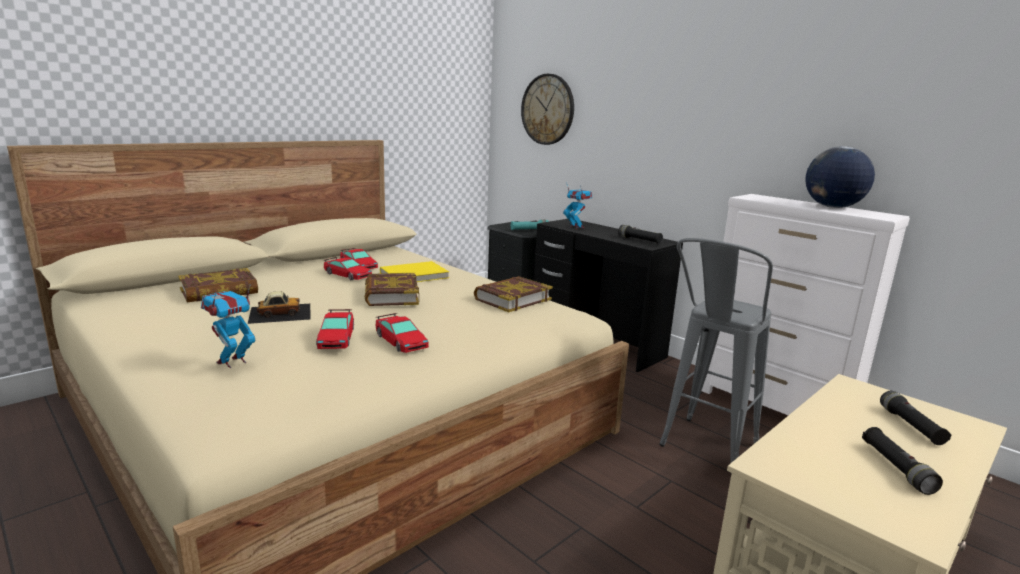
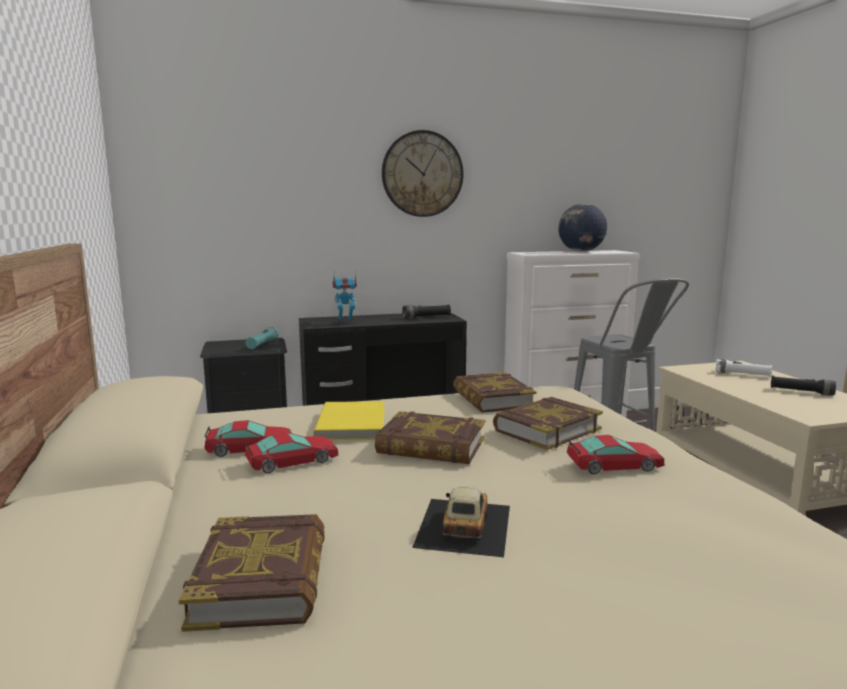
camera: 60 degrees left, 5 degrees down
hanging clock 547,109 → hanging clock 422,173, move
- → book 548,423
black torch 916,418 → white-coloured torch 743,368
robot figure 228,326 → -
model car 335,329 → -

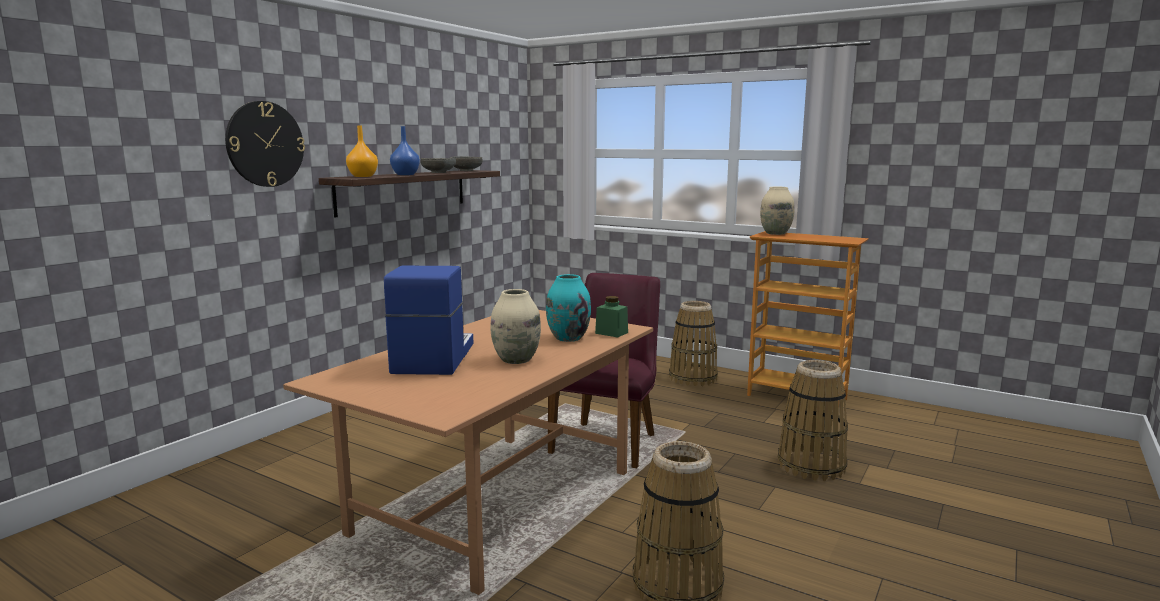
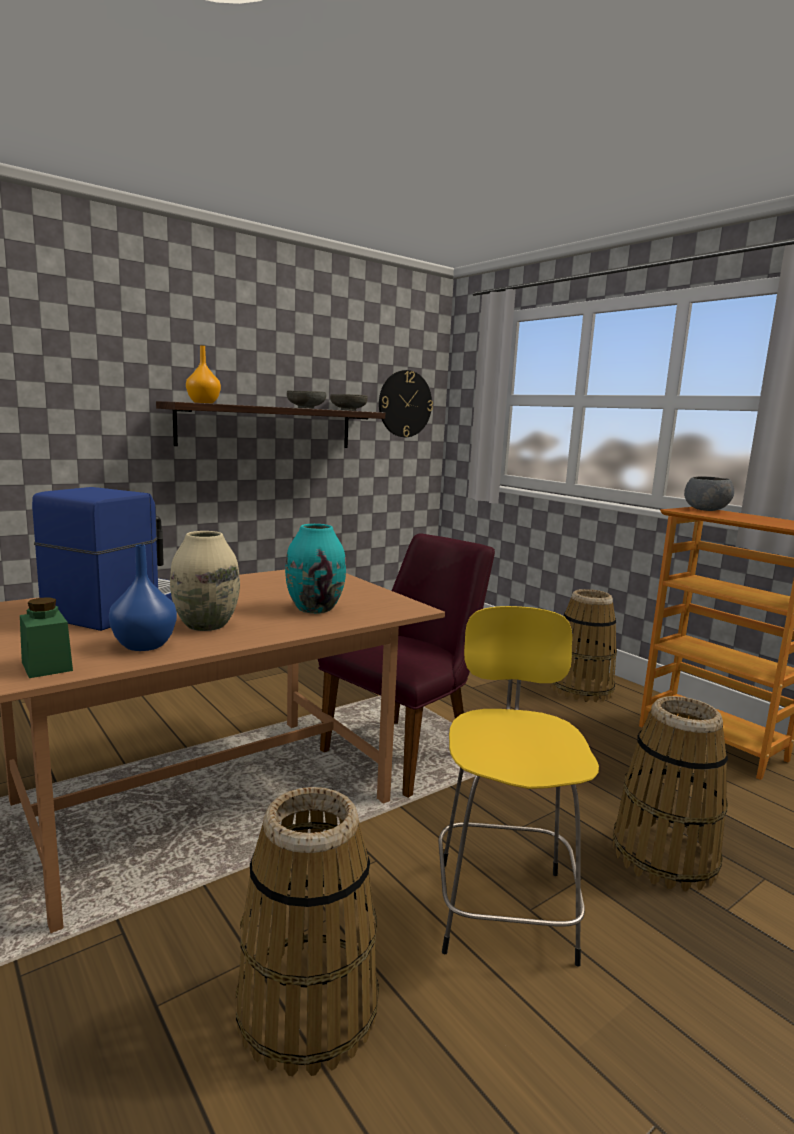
camera: 20 degrees right, 0 degrees up
green storage jar 611,317 → green storage jar 46,638, move
bluish vase 405,150 → bluish vase 143,597, move
hanging clock 265,144 → hanging clock 406,403, move
- → yellowish stool seat 518,786
beige vase 777,211 → grey deep dish 709,493

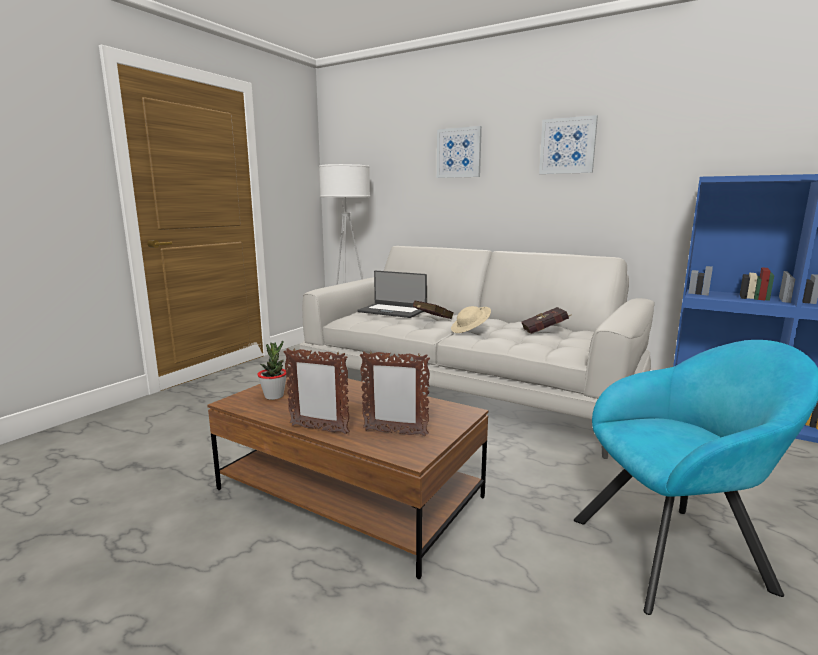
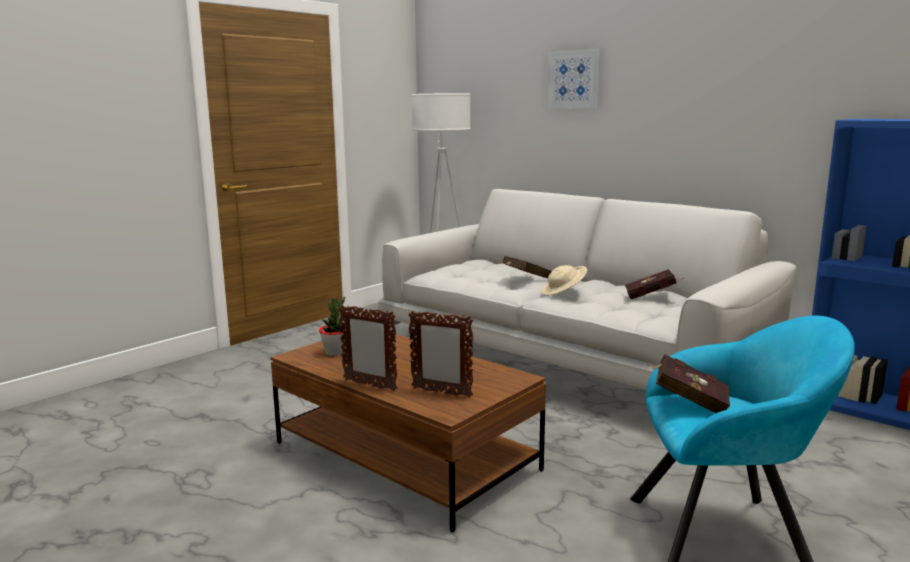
camera: 10 degrees right, 0 degrees up
- → red-coloured book 688,384
notebook computer 392,294 → -
picture 568,144 → -

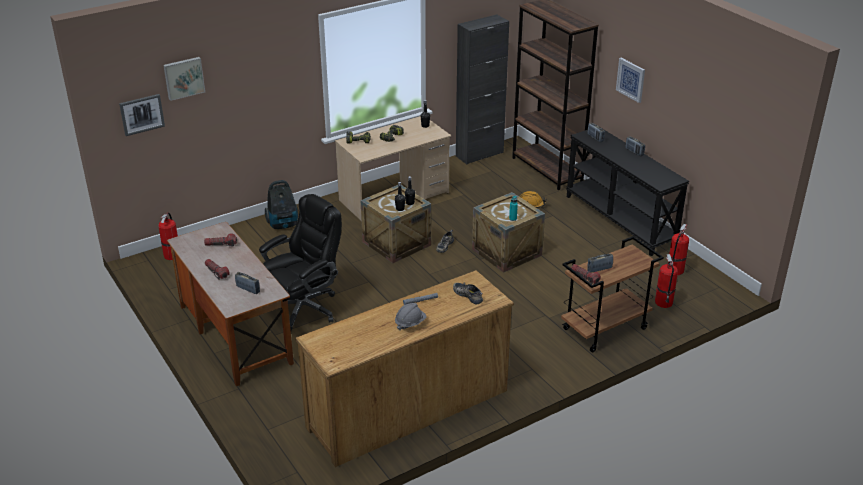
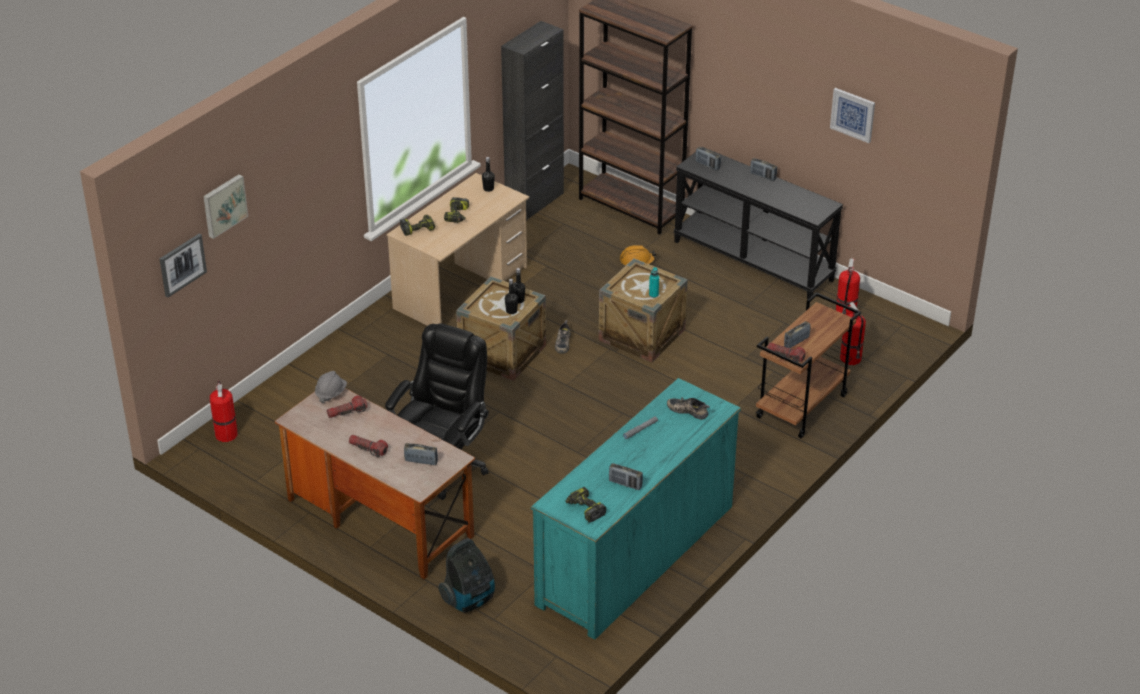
camera: 20 degrees left, 5 degrees up
grey hard hat 411,316 → grey hard hat 331,387, move
hoover 281,204 → hoover 466,575, move
brown-coloured drawer chest 404,368 → turquoise drawer chest 636,509
- → electric drill 586,504
- → radio 626,476
picture 630,80 → picture 852,115, move

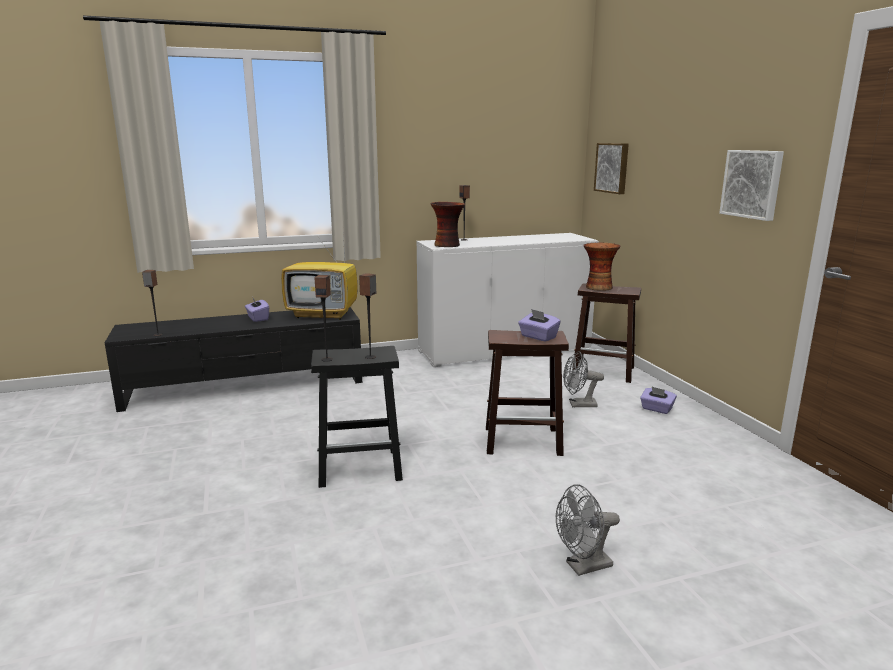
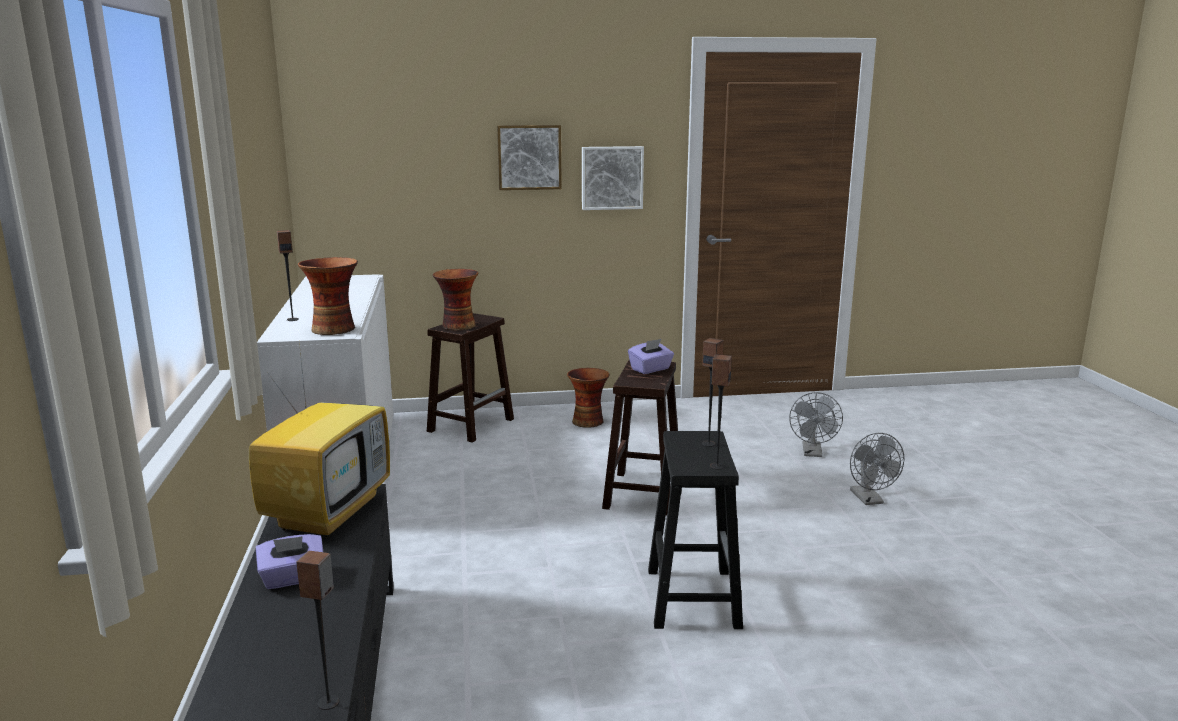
camera: 80 degrees left, 0 degrees up
picture 611,168 → picture 529,157, move
purple-coloured tissue holder 658,400 → vase 588,398
grey cooling fan 583,379 → grey cooling fan 816,424, move

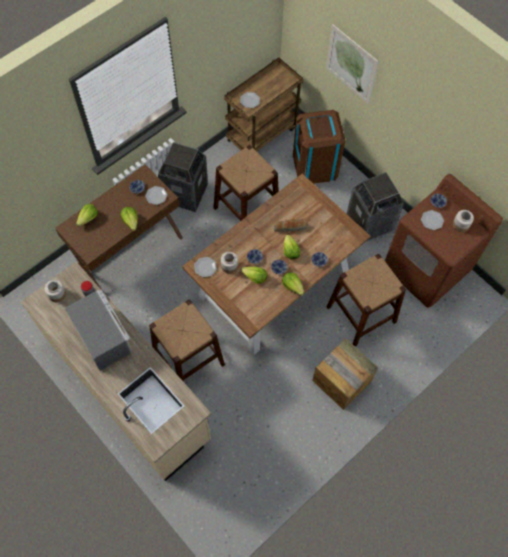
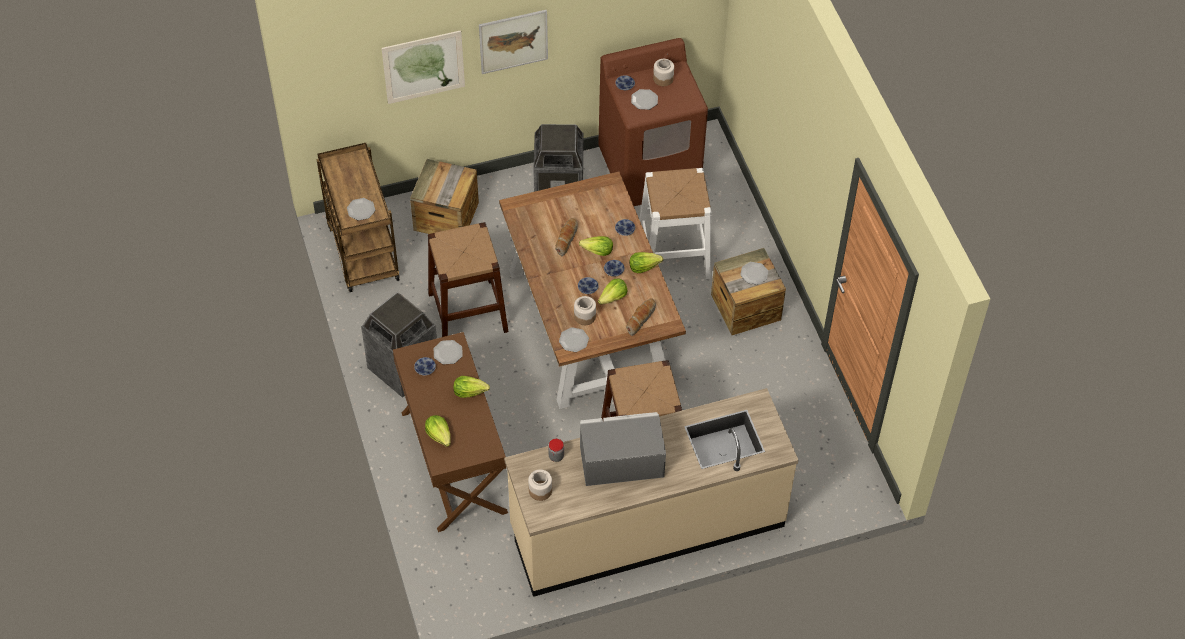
camera: 65 degrees left, 10 degrees down
brown-coloured waste bin 319,147 → shipping crate 444,196
- → picture 513,42
- → bakery bread 641,317
brown-coloured stool seat 366,300 → white-coloured stool seat 675,223
- → flat dish 754,273

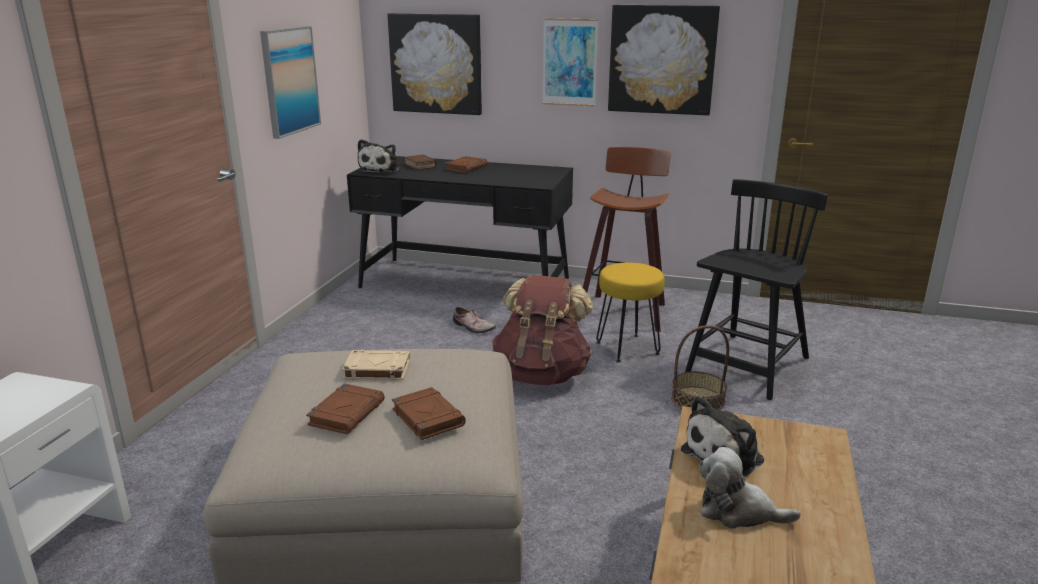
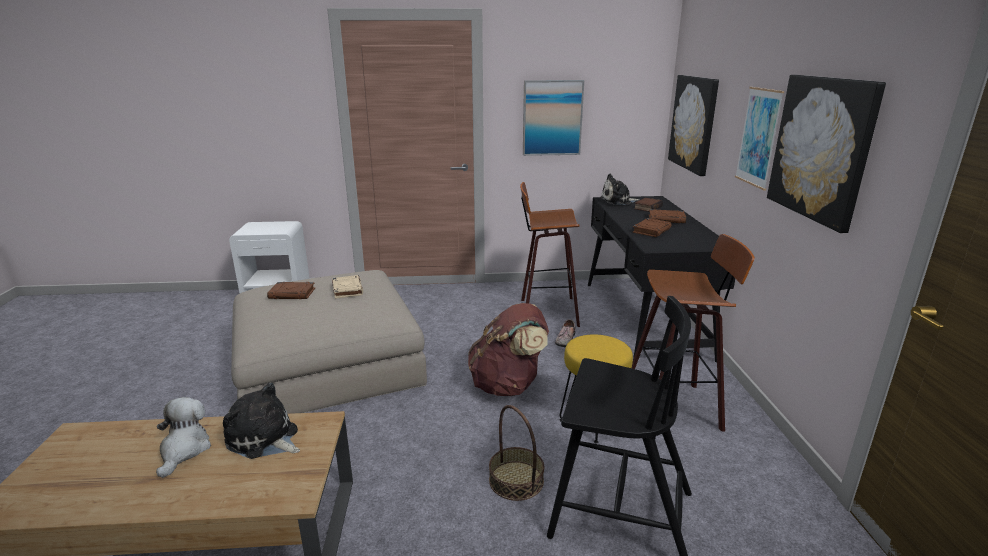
camera: 70 degrees right, 0 degrees up
- → stool seat 550,254
brown-coloured book 429,413 → brown-coloured book 652,227, move

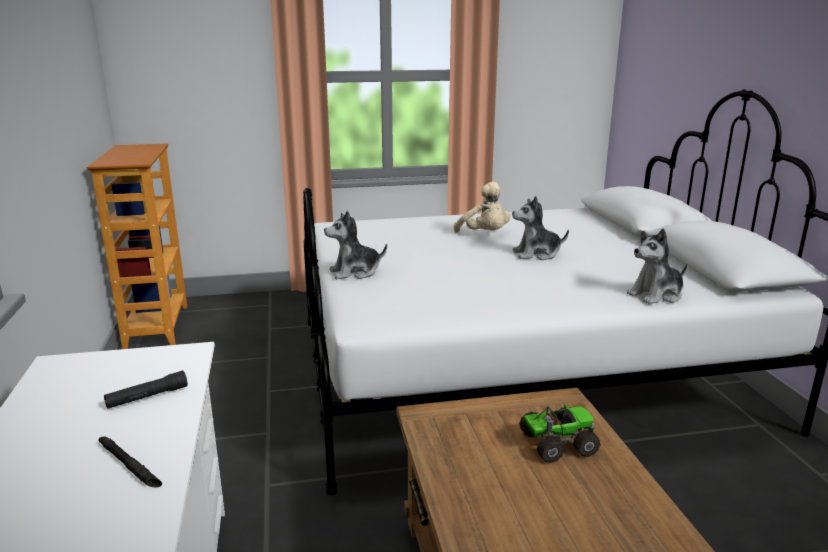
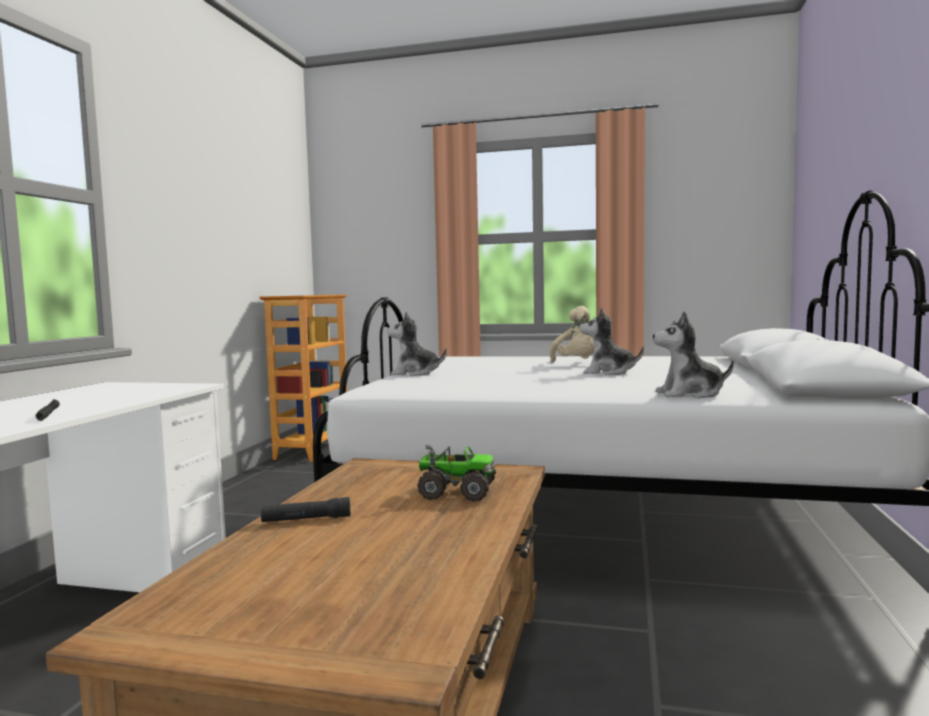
camera: 25 degrees right, 15 degrees down
black torch 146,389 → black torch 306,509, move

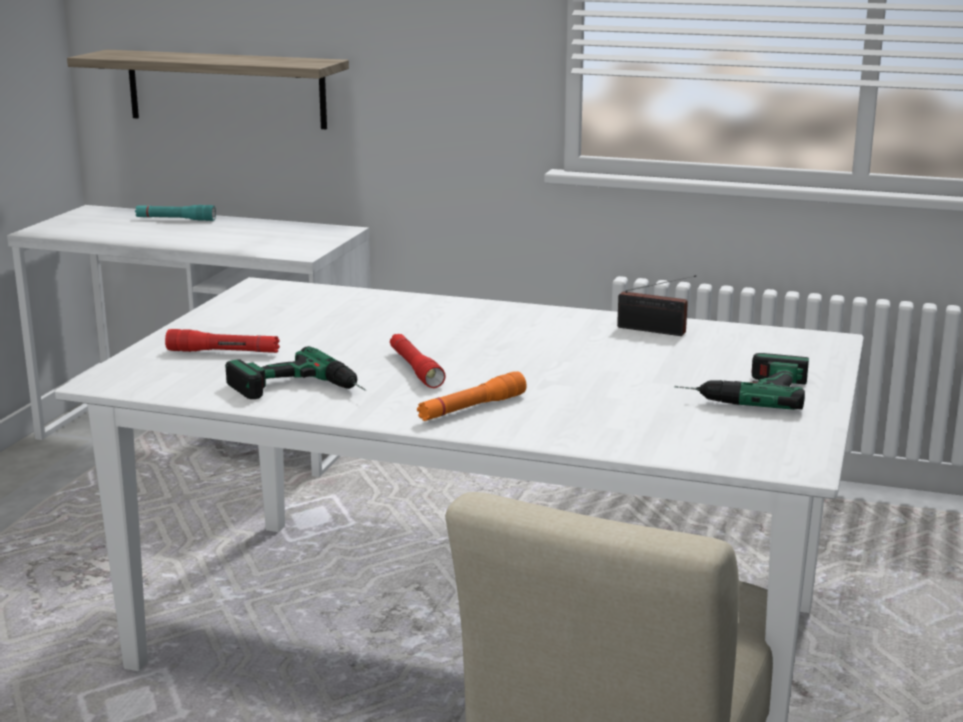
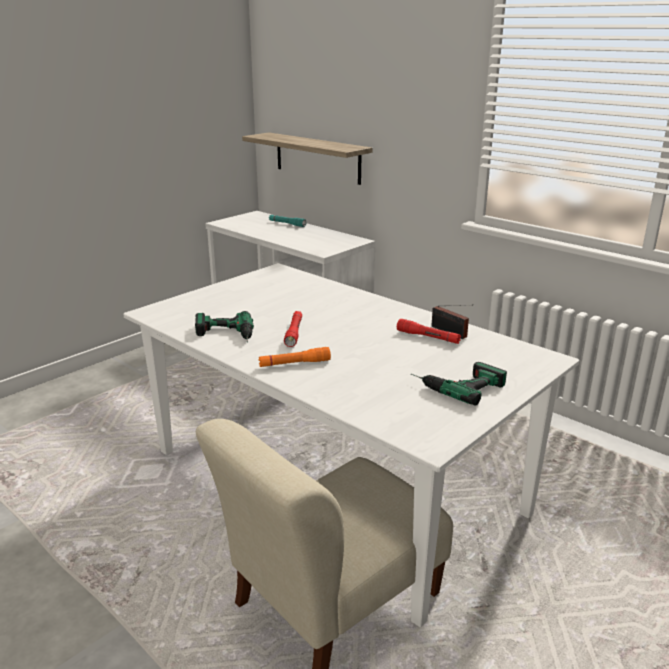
camera: 25 degrees right, 5 degrees up
red-coloured torch 222,341 → red-coloured torch 429,331, move

